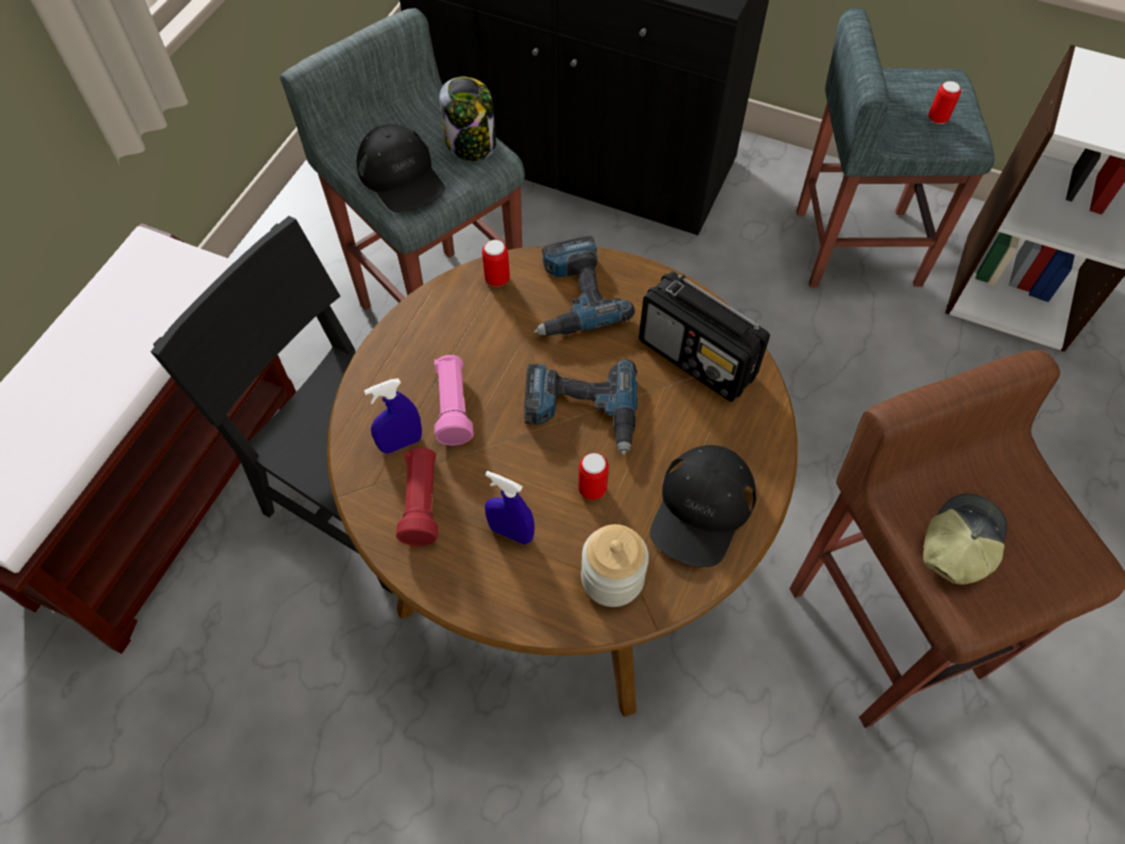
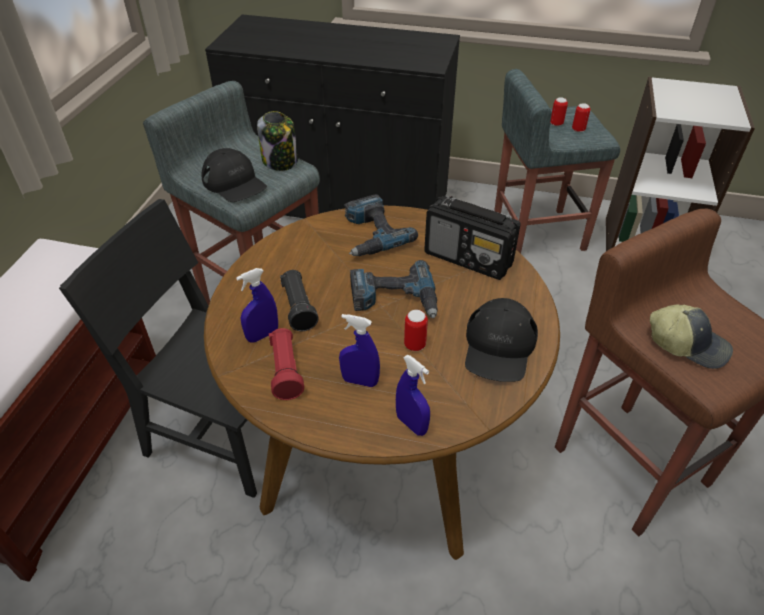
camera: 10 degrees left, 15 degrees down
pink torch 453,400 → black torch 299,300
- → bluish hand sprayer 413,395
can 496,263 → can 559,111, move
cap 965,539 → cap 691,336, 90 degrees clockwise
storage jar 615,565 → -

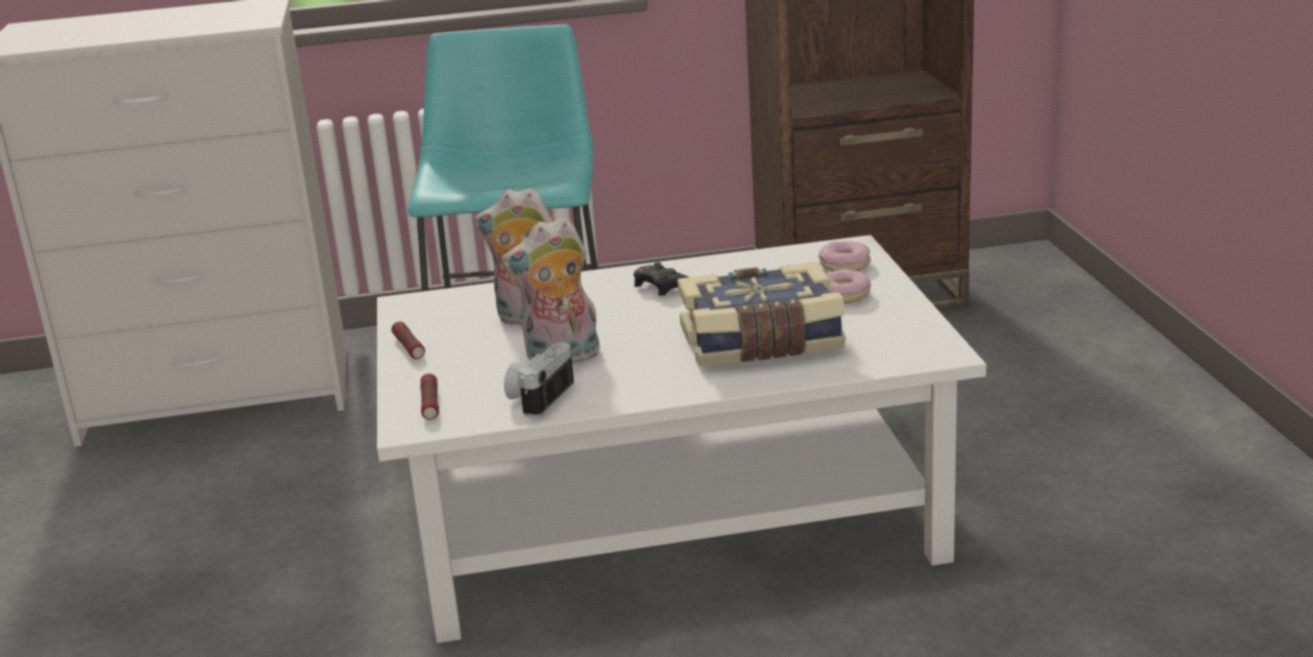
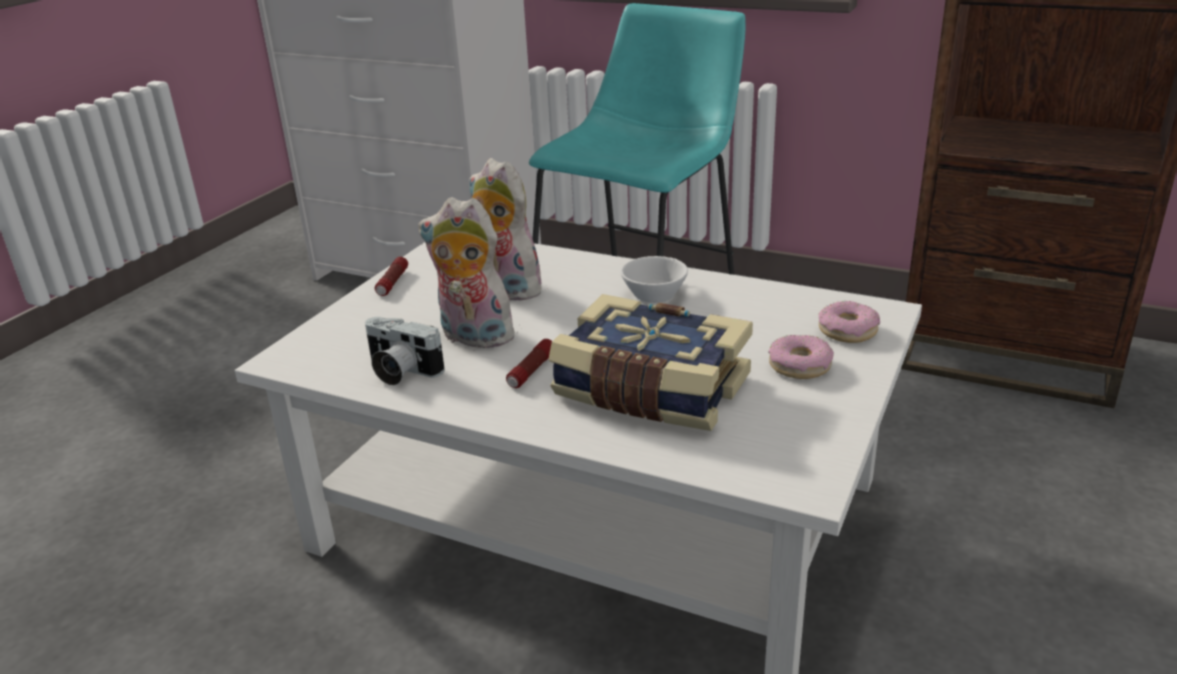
camera: 35 degrees right, 5 degrees up
photo camera 539,380 → photo camera 405,351, 120 degrees counterclockwise
torch 429,397 → torch 529,363, move
black game controller 661,279 → white-coloured drinking cup 654,280

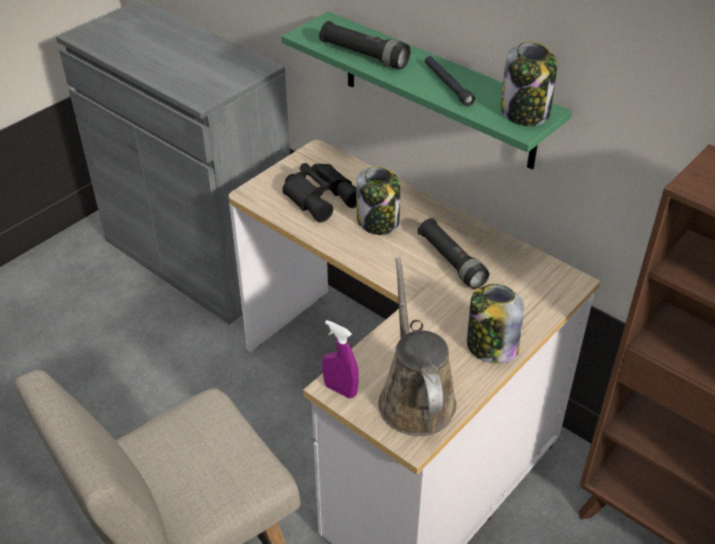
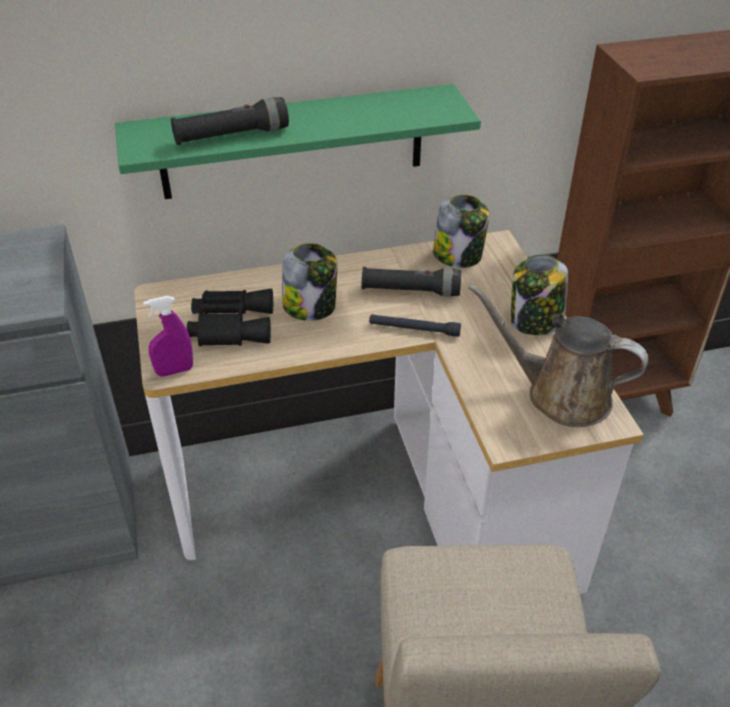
camera: 55 degrees left, 0 degrees up
purple-coloured hand sprayer 340,359 → purple-coloured hand sprayer 168,336, move
black torch 450,81 → black torch 415,325, move
storage jar 529,84 → storage jar 461,231, move

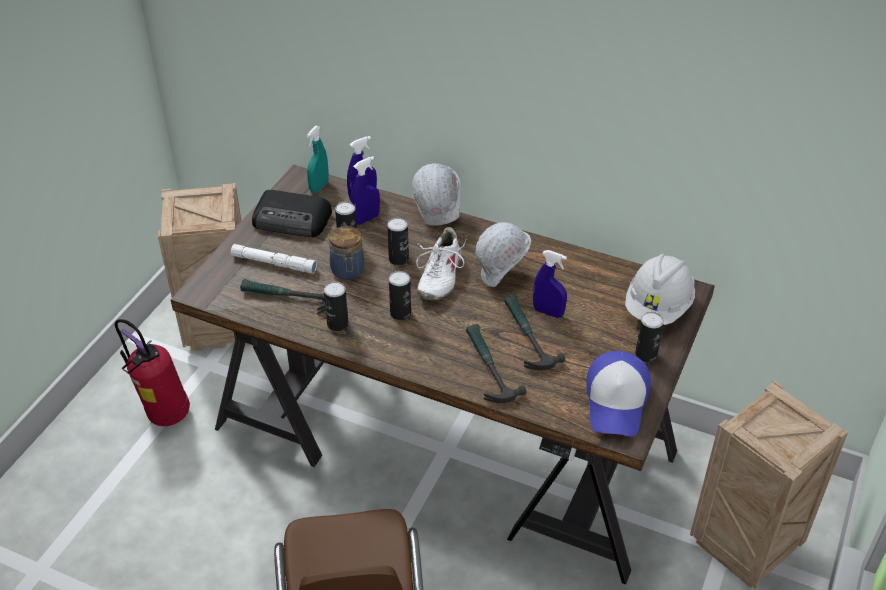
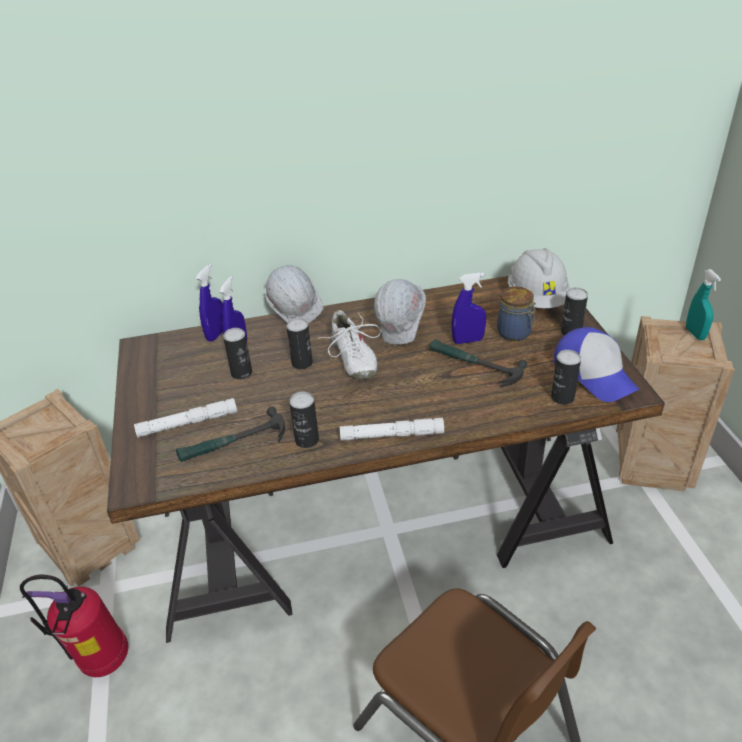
camera: 35 degrees left, 5 degrees down
- → white-coloured torch 392,429
storage jar 346,253 → storage jar 516,313, move
can 400,295 → can 566,377, move
turquoise hand sprayer 318,159 → turquoise hand sprayer 703,304, move
radio 292,213 → -
hand hammer 496,363 → -

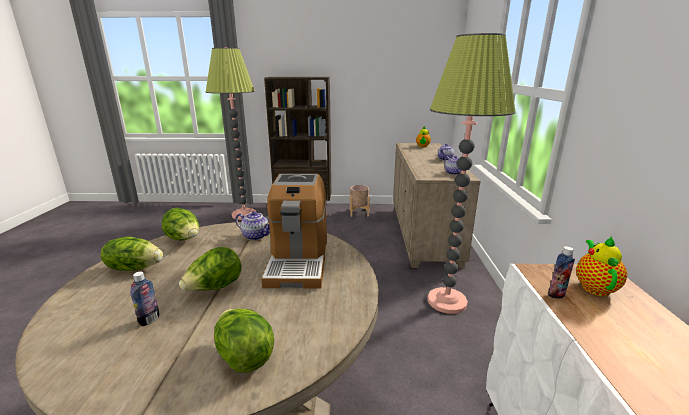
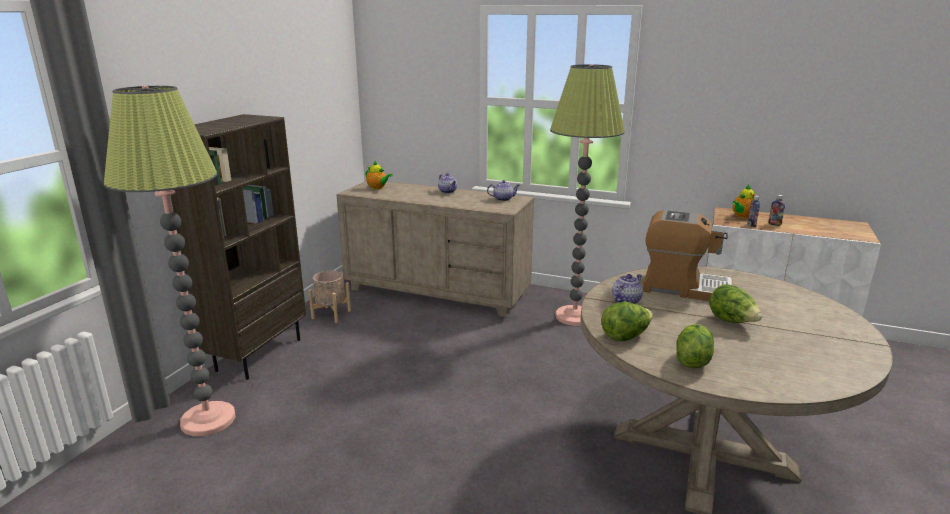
camera: 70 degrees left, 0 degrees up
pot for tea 601,266 → pot for tea 744,201, 75 degrees counterclockwise
bottle 145,299 → bottle 776,210, move
head of lettuce 244,340 → -

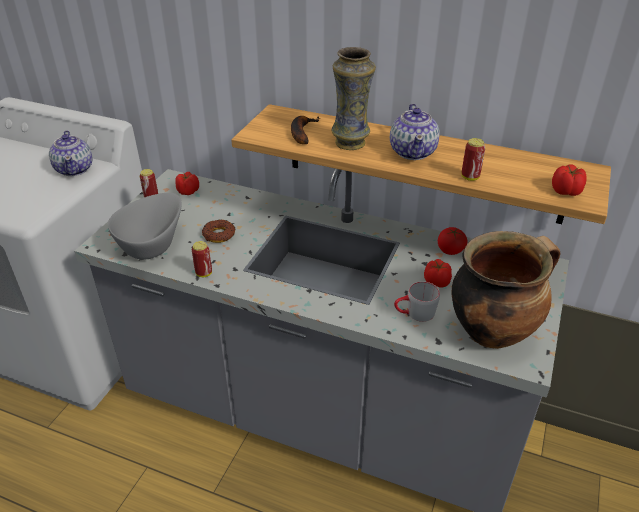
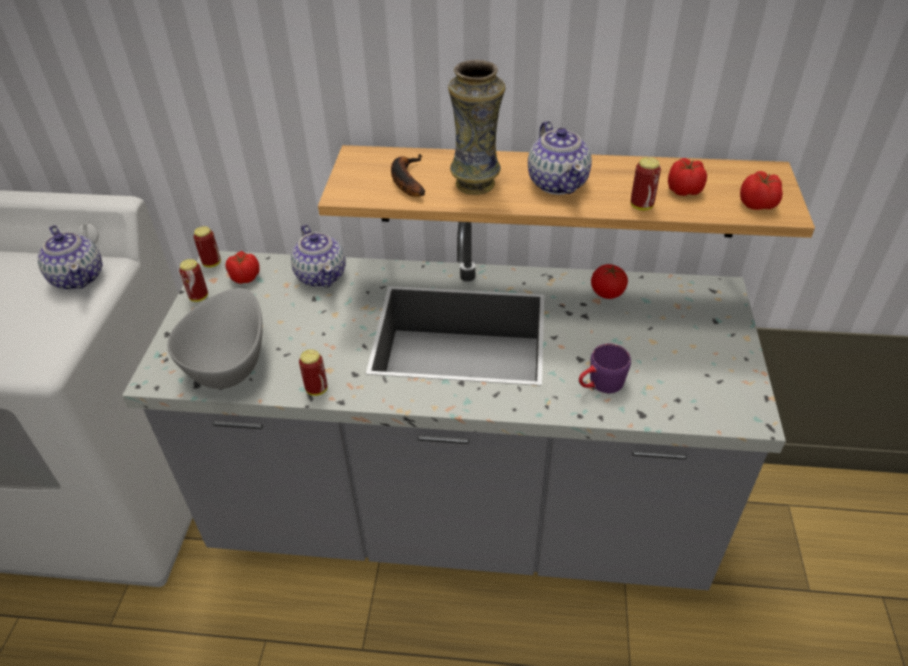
camera: 15 degrees left, 5 degrees up
- → can 207,247
- → pot for tea 318,255
grey coffee mug 417,301 → purple-coloured coffee mug 605,368
whole tomato 438,273 → whole tomato 687,177, move
doughnut 219,231 → -
saucepot 506,290 → -

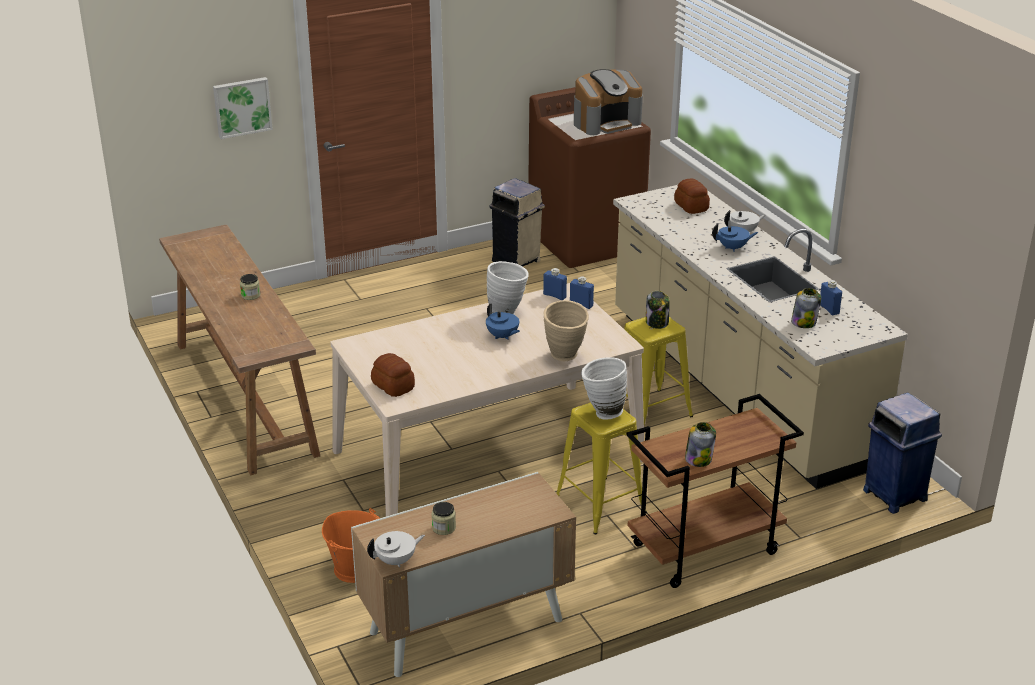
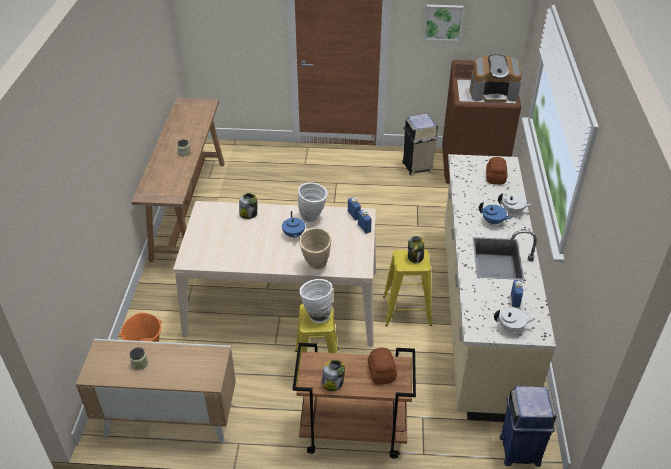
camera: 30 degrees right, 10 degrees up
storage jar 806,308 → storage jar 248,206, move
bakery bread 393,375 → bakery bread 382,366, move
picture 243,108 → picture 444,23, move
white-coloured pot for tea 396,549 → white-coloured pot for tea 514,320, move

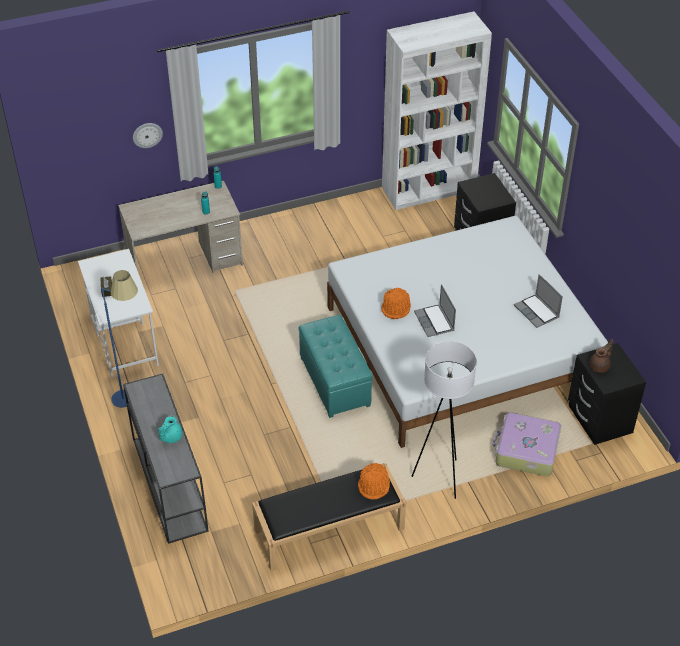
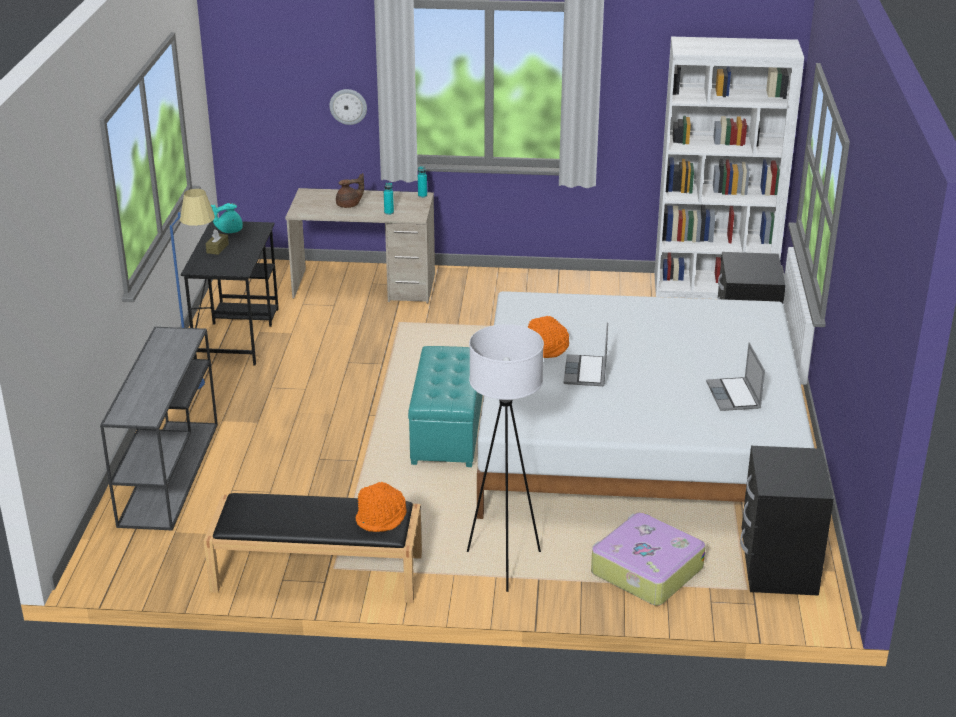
camera: 25 degrees right, 15 degrees down
white-coloured desk table 118,313 → black desk table 230,293
turquoise pot for tea 170,429 → turquoise pot for tea 227,218, move
brown-coloured pot for tea 601,356 → brown-coloured pot for tea 350,190, move

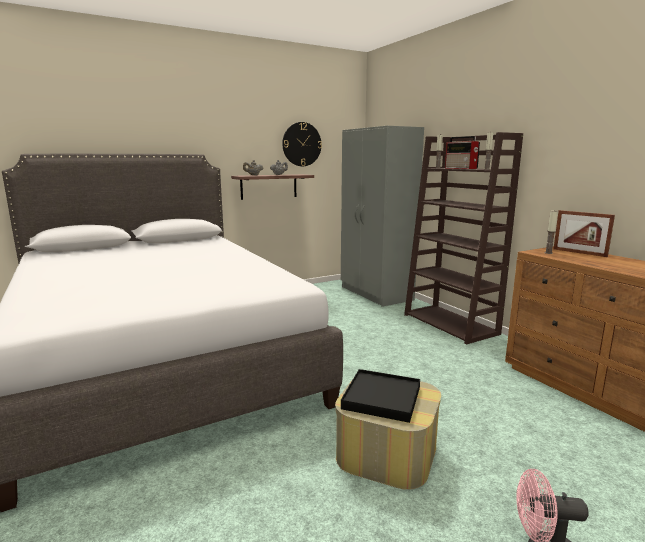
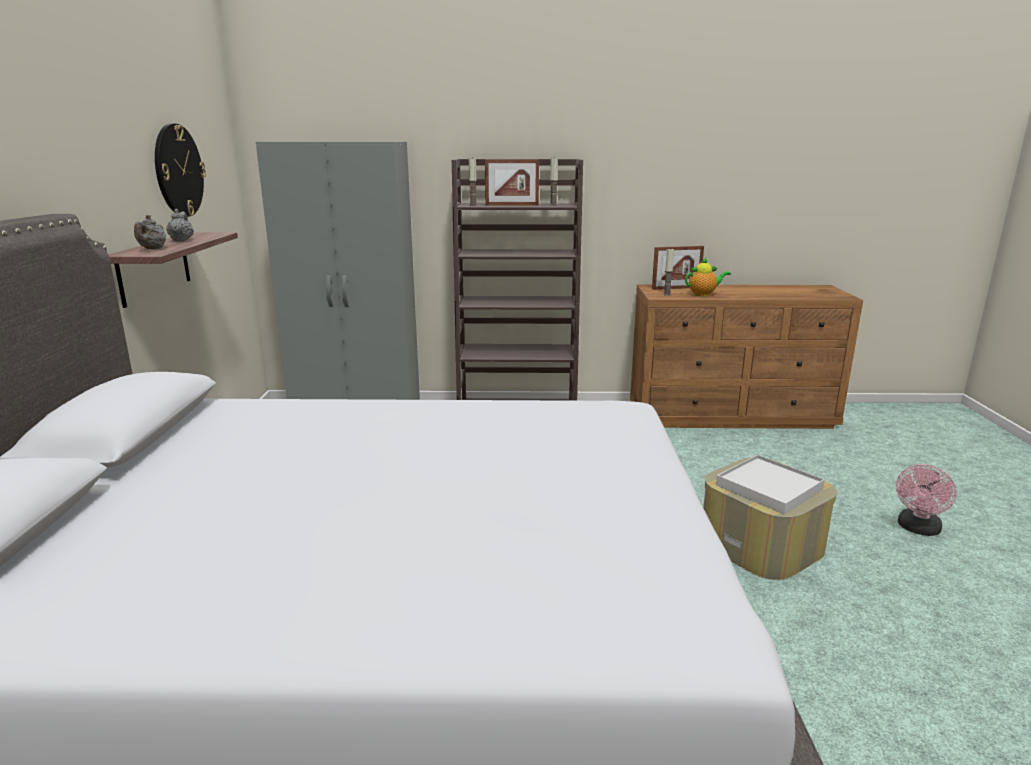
camera: 60 degrees left, 5 degrees up
radio 462,152 → standing frame 512,183
- → pot for tea 708,276
black carrying tray 380,396 → white-coloured carrying tray 770,484

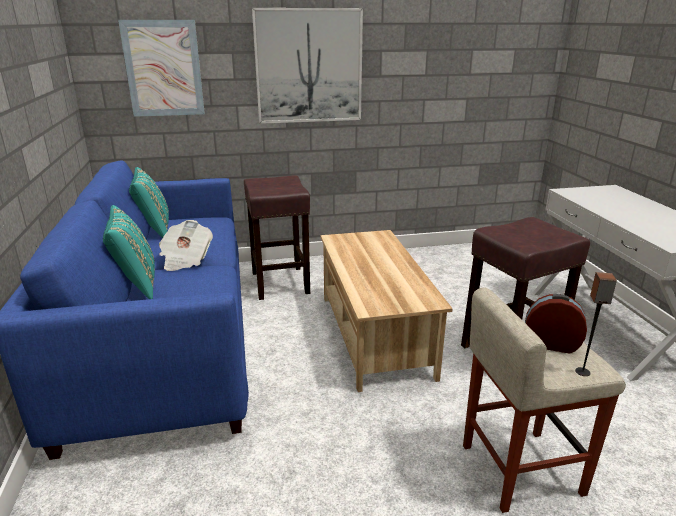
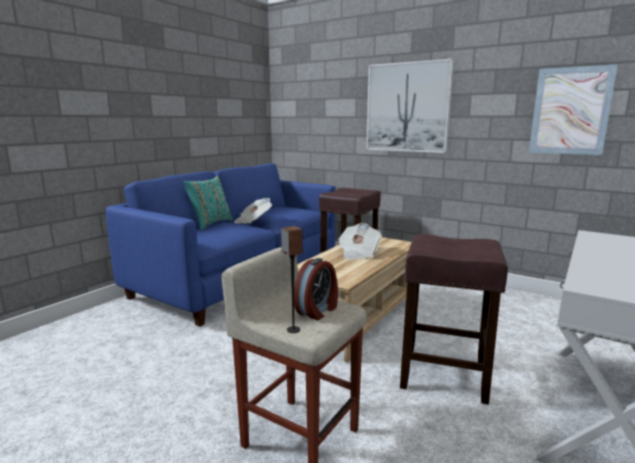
camera: 45 degrees right, 10 degrees down
alarm clock 556,323 → alarm clock 316,289, 60 degrees clockwise
- → newspaper 360,241
picture 161,68 → picture 573,109, move
turquoise cushion 149,202 → -

